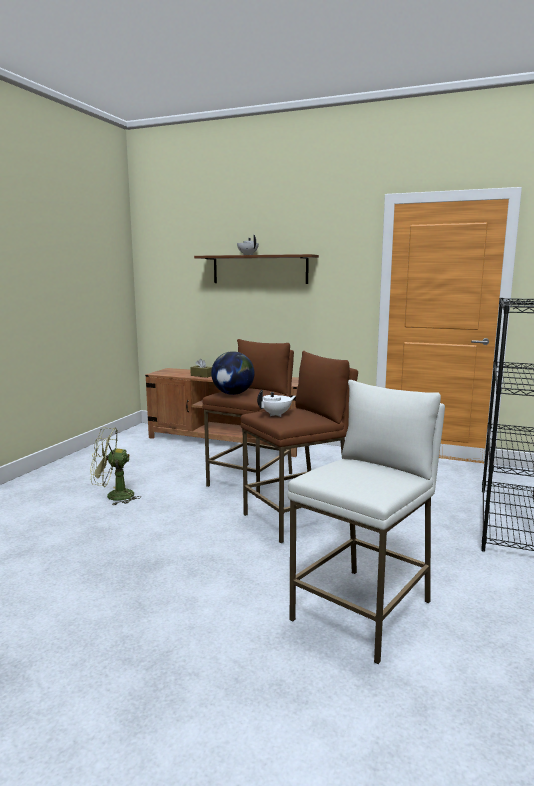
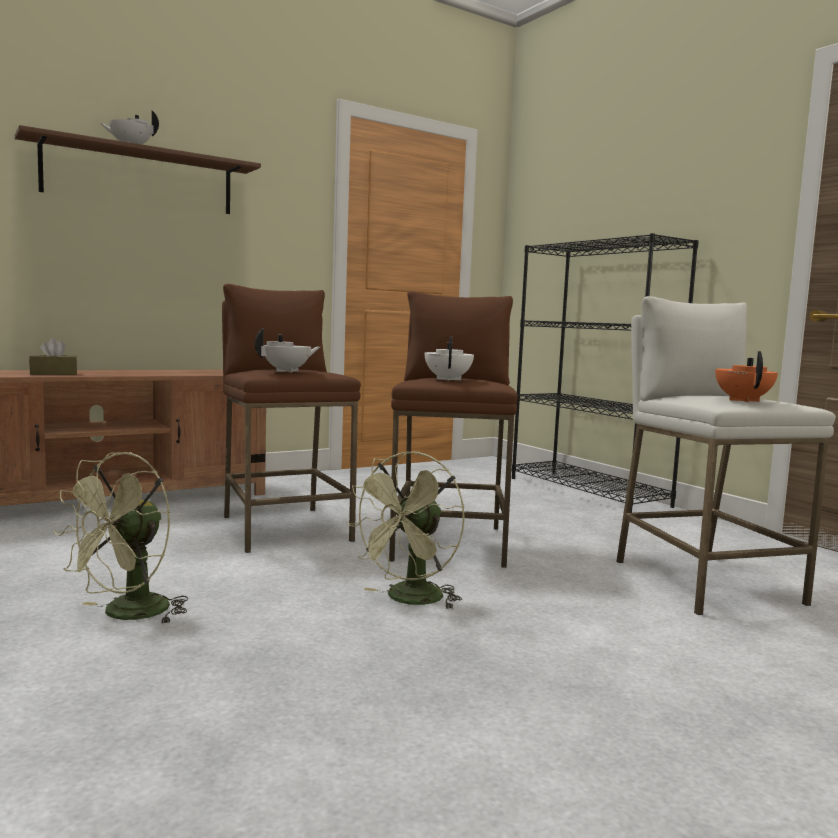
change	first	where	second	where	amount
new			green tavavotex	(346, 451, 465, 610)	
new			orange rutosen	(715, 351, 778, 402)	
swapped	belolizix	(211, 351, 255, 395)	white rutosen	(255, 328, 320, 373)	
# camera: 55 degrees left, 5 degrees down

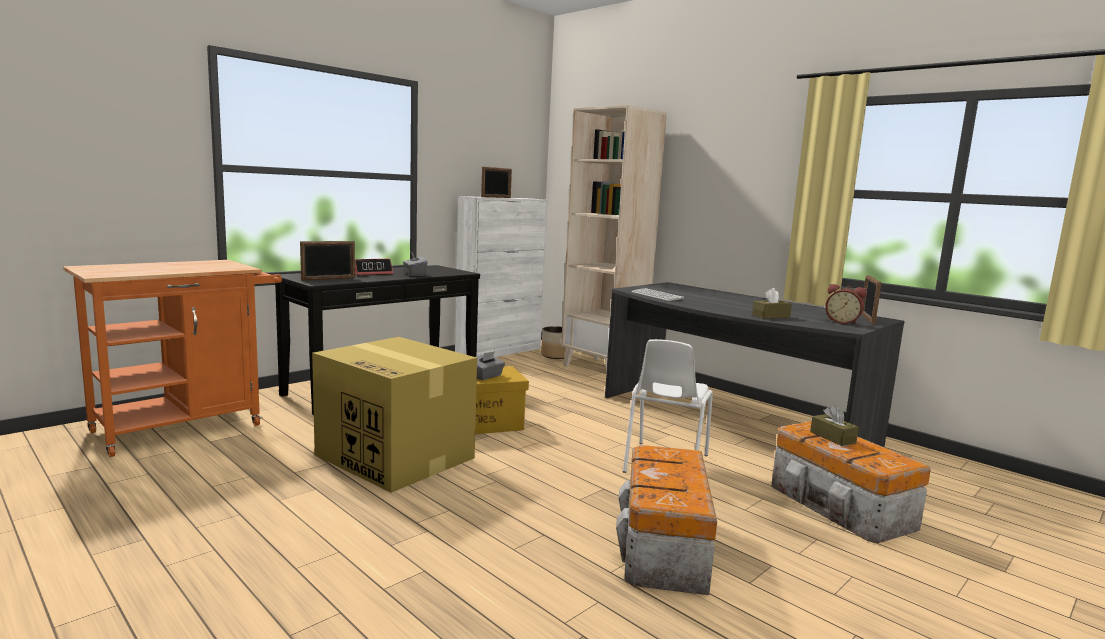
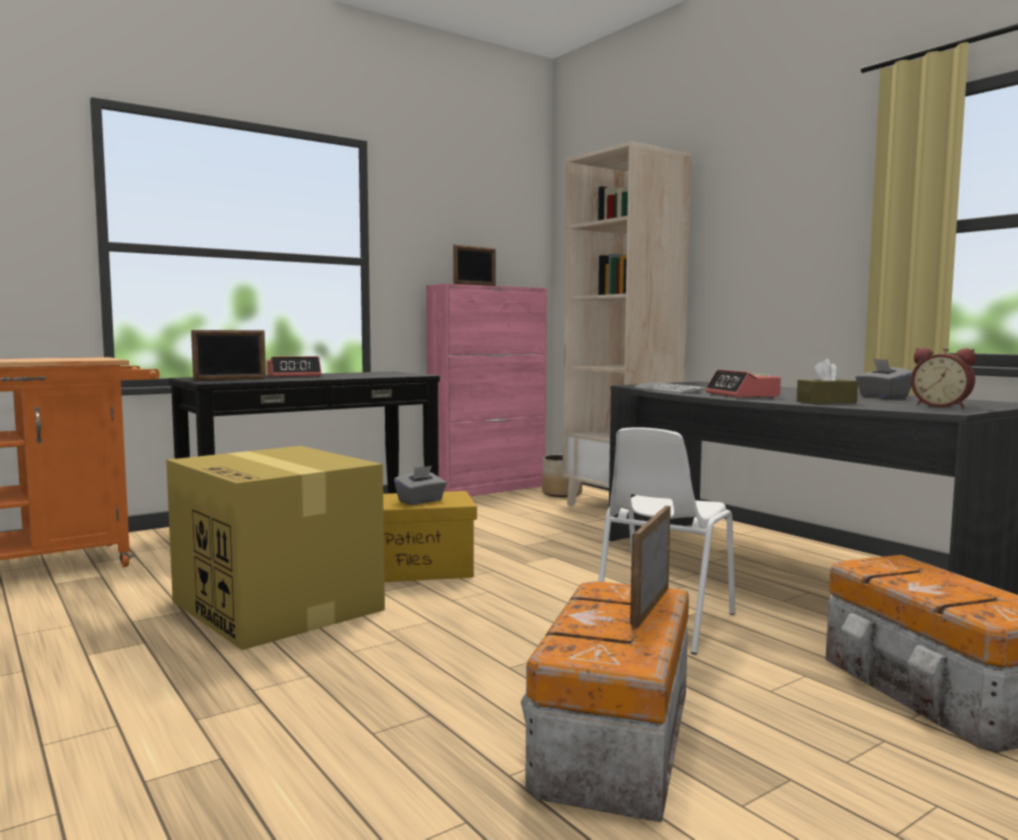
change	first	where	second	where	amount
gone	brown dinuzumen	(810, 405, 859, 446)			
new			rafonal	(706, 369, 781, 398)	
shifted	grey dinuzumen	(403, 252, 428, 276)		(855, 359, 912, 398)	
shifted	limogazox	(861, 275, 882, 325)		(630, 506, 671, 629)	
repainted	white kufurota	(455, 196, 548, 357)	pink kufurota	(426, 284, 547, 497)	
# camera: 10 degrees right, 5 degrees down

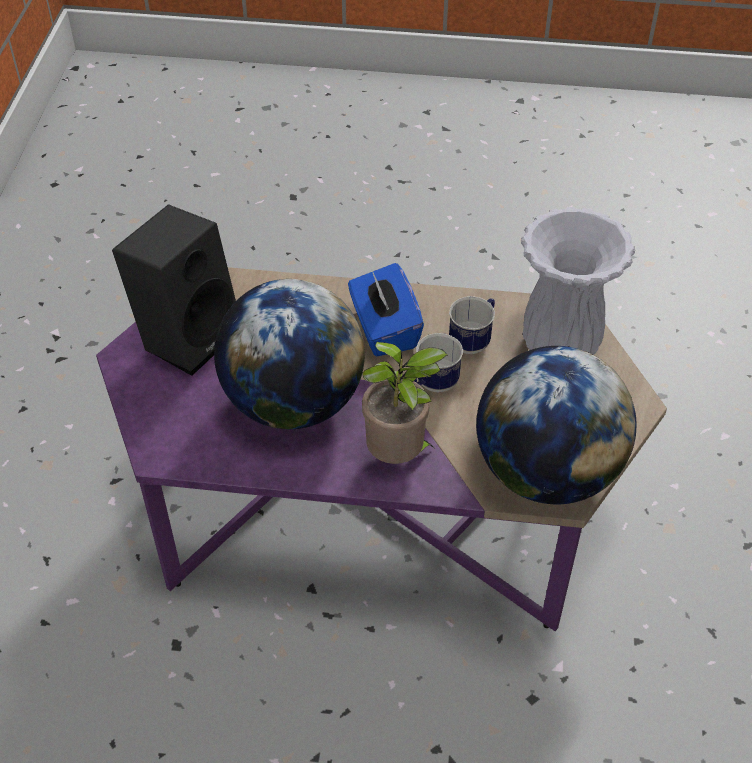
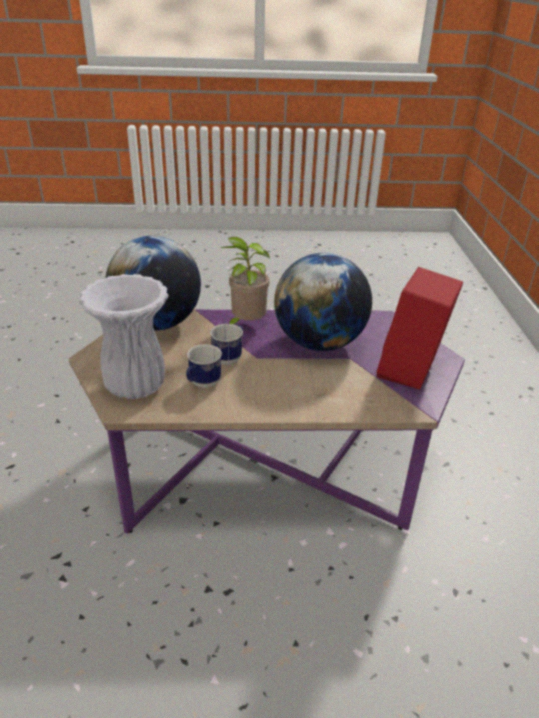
change	first	where	second	where	amount
gone	blue dinuzumen	(348, 263, 424, 356)			
repainted	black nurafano	(112, 204, 236, 376)	red nurafano	(377, 267, 463, 390)	
# camera: 170 degrees right, 15 degrees down

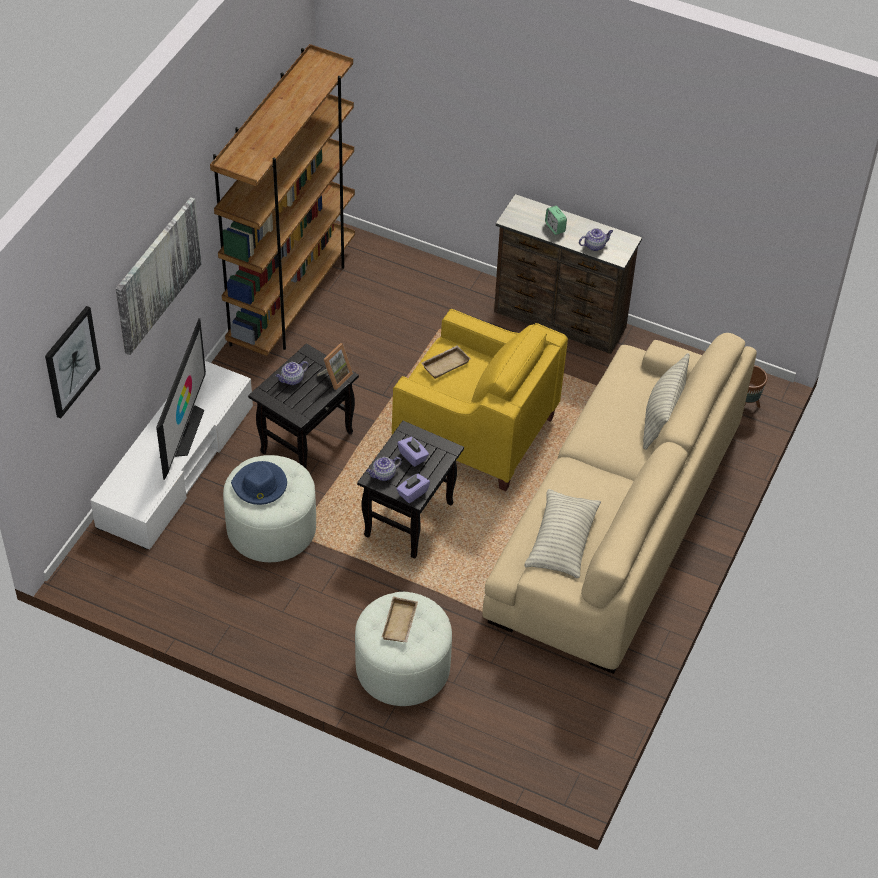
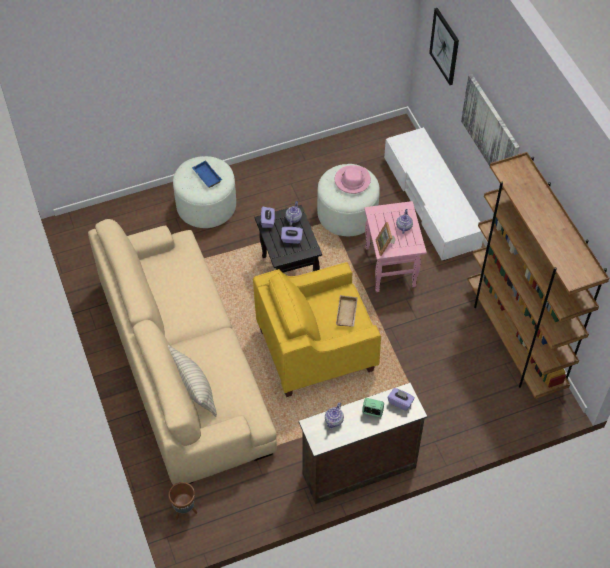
change	first	where	second	where	amount
gone	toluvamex	(156, 318, 206, 480)			
gone	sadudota	(525, 489, 601, 578)			
new			purple dinuzumen	(388, 388, 415, 411)	
repainted	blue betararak	(231, 461, 287, 505)	pink betararak	(335, 165, 371, 194)	
repainted	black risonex	(248, 343, 359, 469)	pink risonex	(364, 201, 427, 292)	
repainted	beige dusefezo	(382, 596, 418, 643)	blue dusefezo	(192, 160, 222, 188)	
# camera: 135 degrees right, 5 degrees up

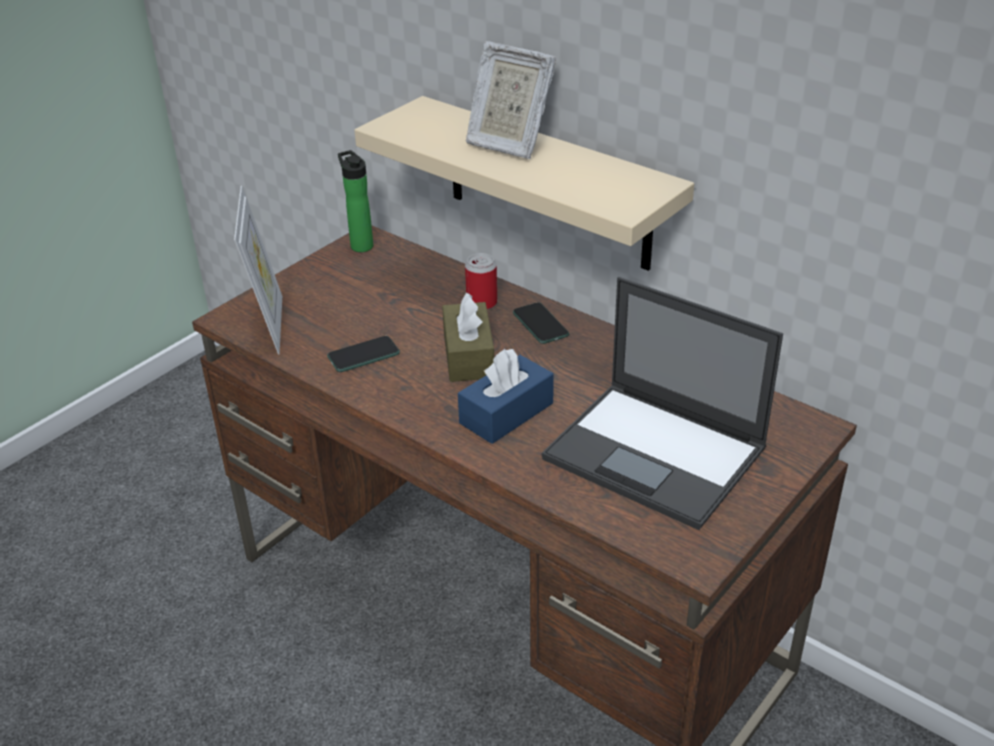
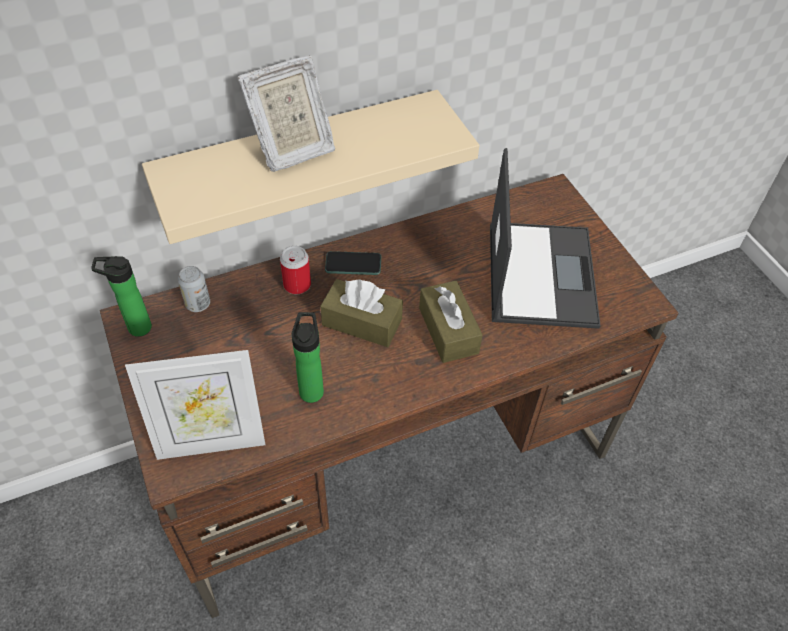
change	first	where	second	where	amount
new			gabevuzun	(178, 266, 210, 312)	
swapped	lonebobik	(327, 336, 400, 372)	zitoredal	(292, 312, 324, 403)	
repainted	blue dinuzumen	(458, 349, 554, 444)	brown dinuzumen	(419, 281, 483, 363)	
rotated	limogazox	(234, 186, 282, 355)		(125, 350, 265, 460)	150 degrees clockwise
rotated	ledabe	(542, 277, 783, 530)		(490, 148, 601, 329)	60 degrees counterclockwise
# camera: 65 degrees left, 15 degrees up

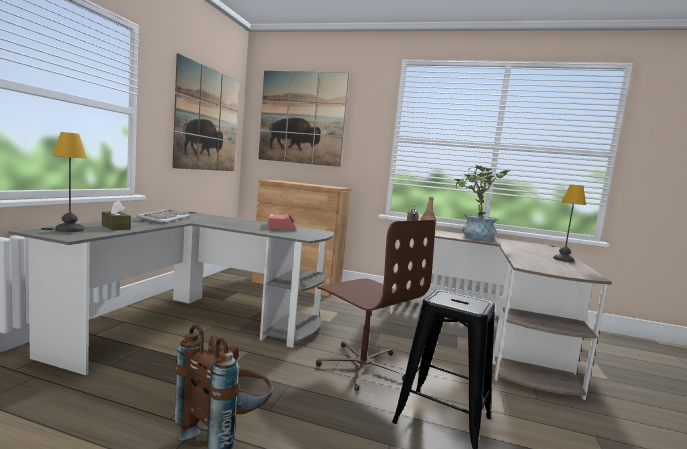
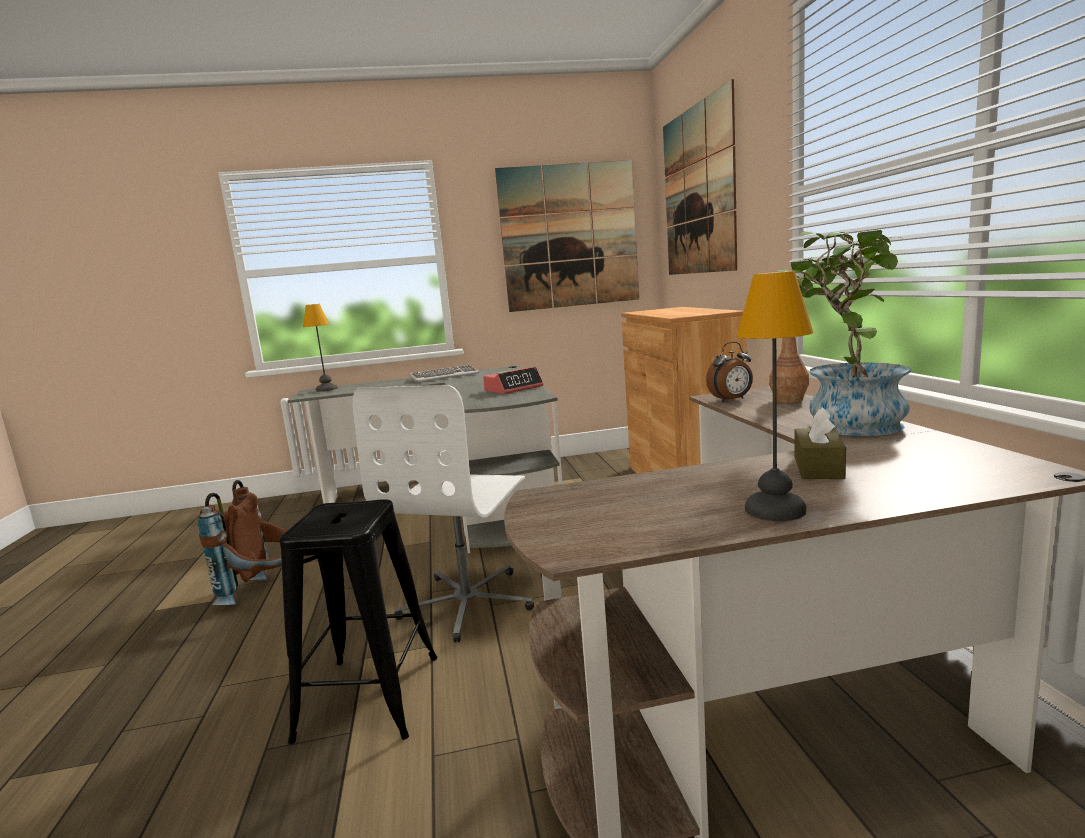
change	first	where	second	where	amount
shifted	brown dinuzumen	(102, 200, 131, 230)		(795, 407, 846, 479)	
repainted	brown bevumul	(316, 220, 435, 391)	white bevumul	(353, 385, 534, 643)	
# camera: 65 degrees right, 5 degrees up

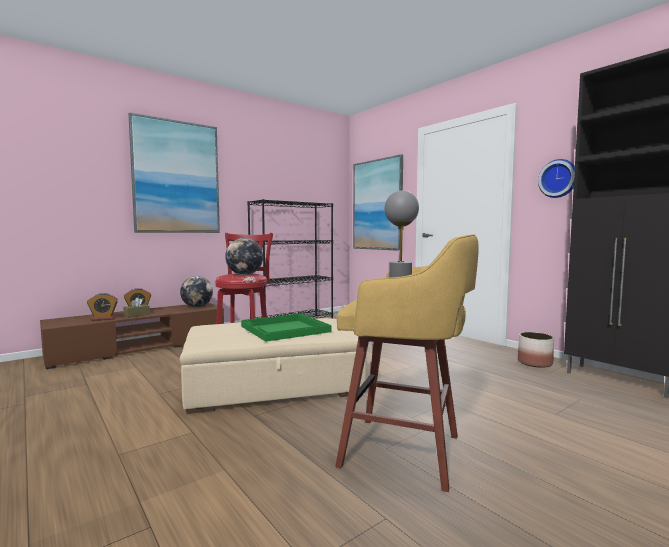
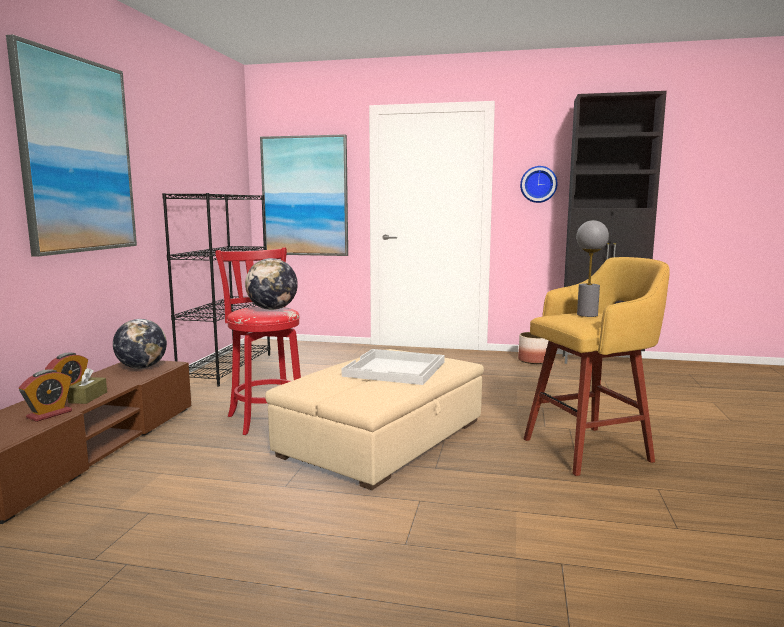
change	first	where	second	where	amount
repainted	green dusefezo	(241, 313, 332, 342)	white dusefezo	(342, 349, 445, 385)	
# camera: 40 degrees left, 5 degrees up

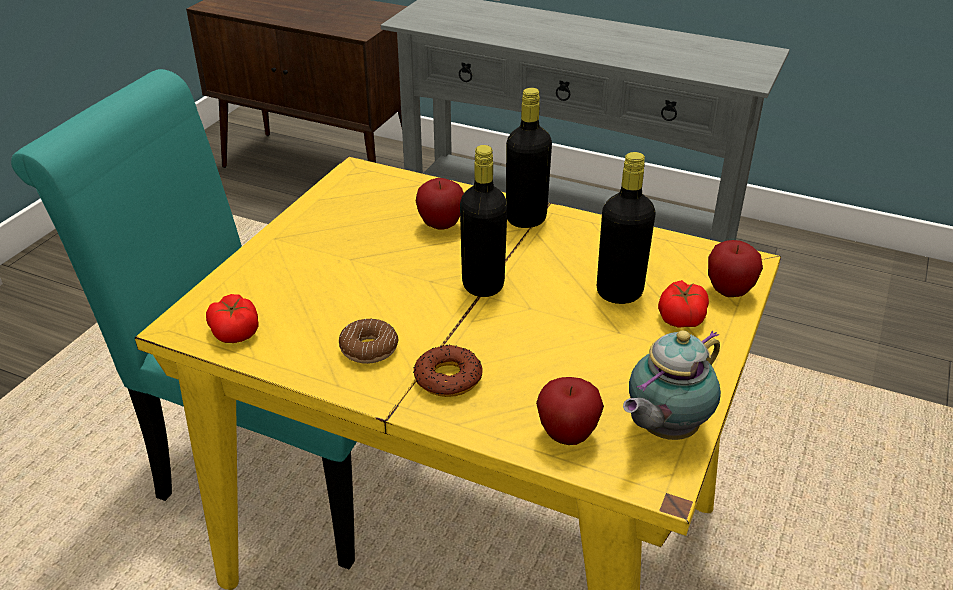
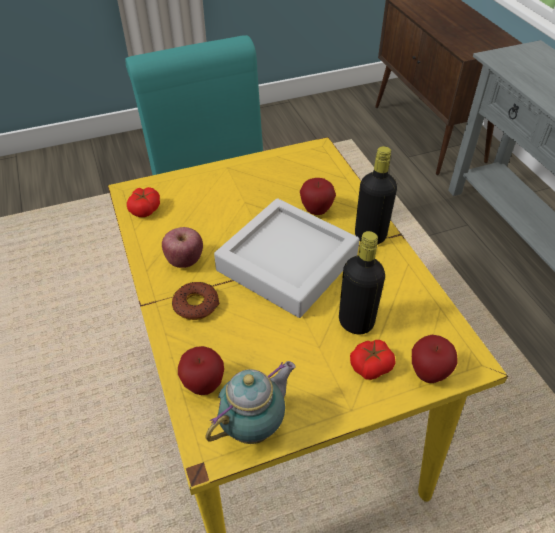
change	first	where	second	where	amount
swapped	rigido	(339, 319, 399, 364)	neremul	(162, 227, 203, 268)	
swapped	black zitoredal	(460, 145, 508, 297)	grey dusefezo	(214, 198, 360, 318)	
rotated	rutosen	(623, 330, 721, 440)		(205, 361, 296, 444)	135 degrees clockwise
# camera: 45 degrees right, 10 degrees up

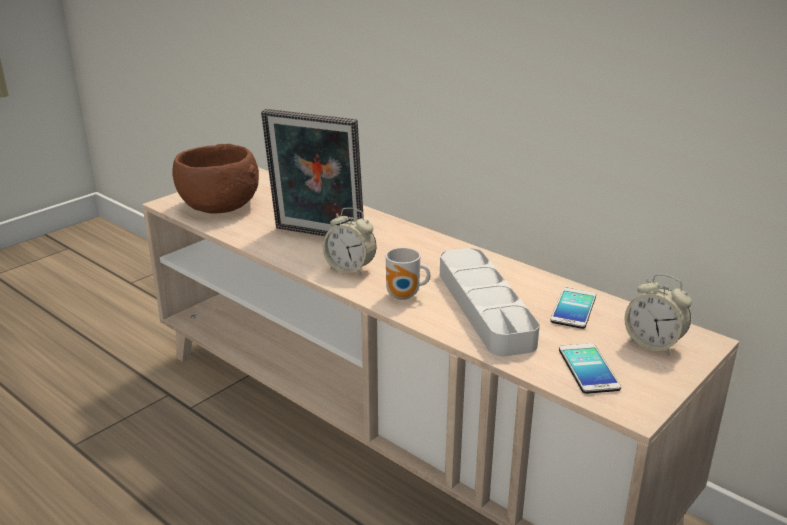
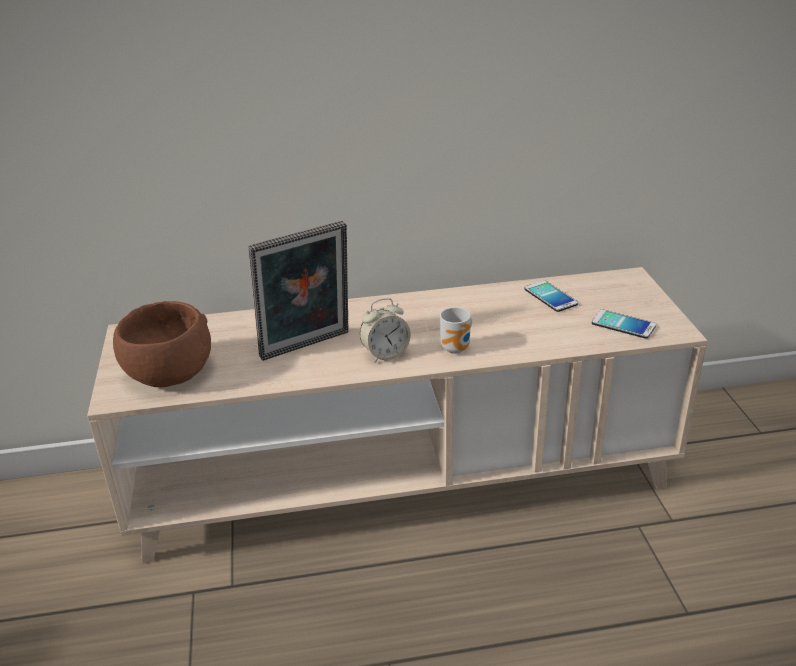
change	first	where	second	where	amount
gone	grey dusefezo	(440, 248, 540, 356)			
gone	rafonal	(624, 274, 692, 356)			
# camera: 50 degrees left, 5 degrees up

